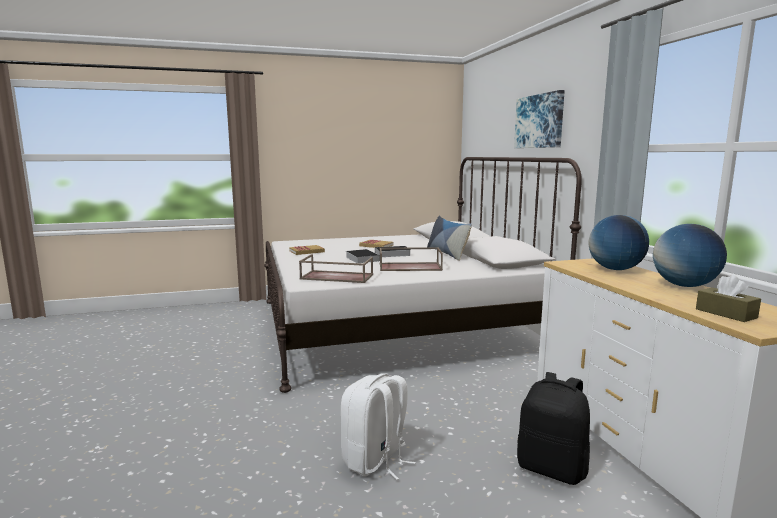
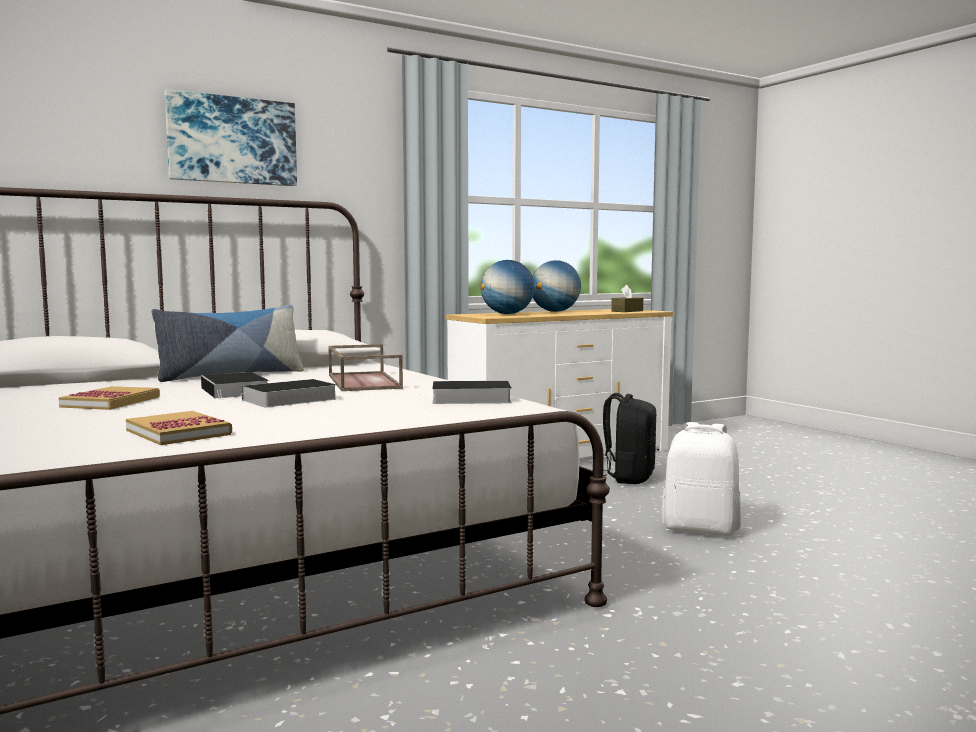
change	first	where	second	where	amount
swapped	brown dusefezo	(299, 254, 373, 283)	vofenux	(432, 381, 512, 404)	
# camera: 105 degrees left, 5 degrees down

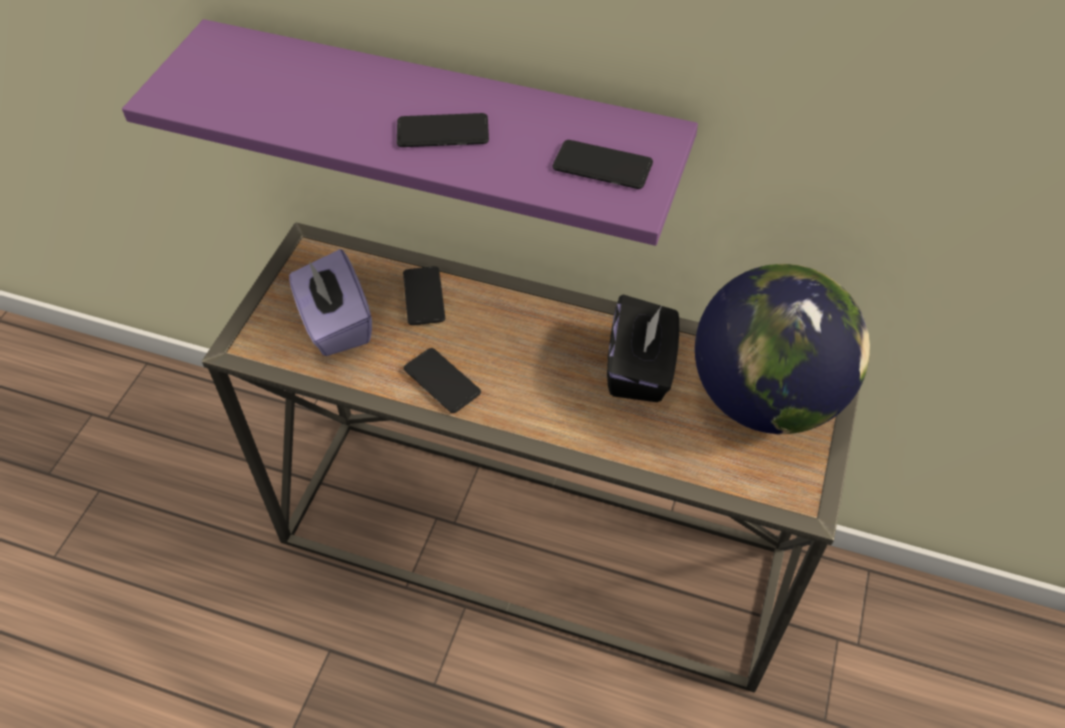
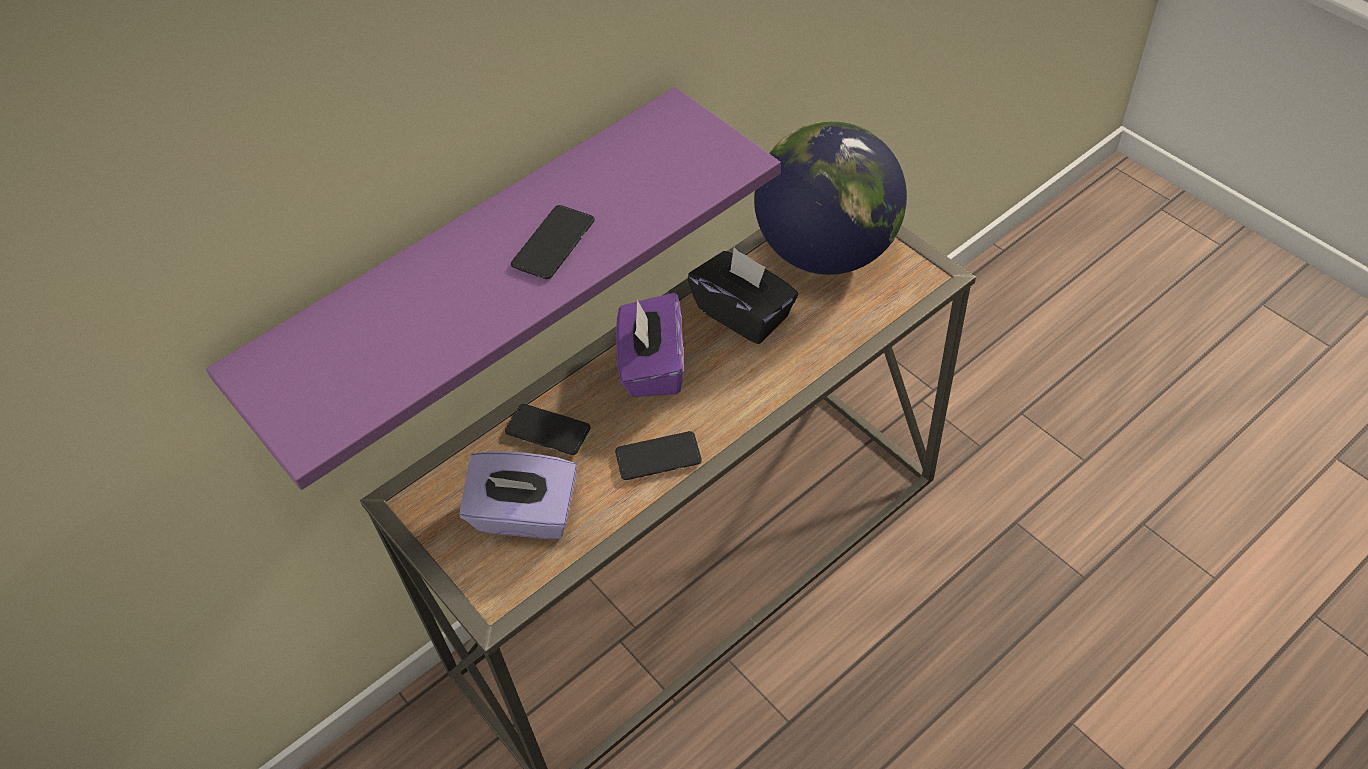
change	first	where	second	where	amount
gone	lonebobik	(553, 140, 653, 189)			
new			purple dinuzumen	(616, 293, 683, 397)	
# camera: 55 degrees left, 0 degrees up

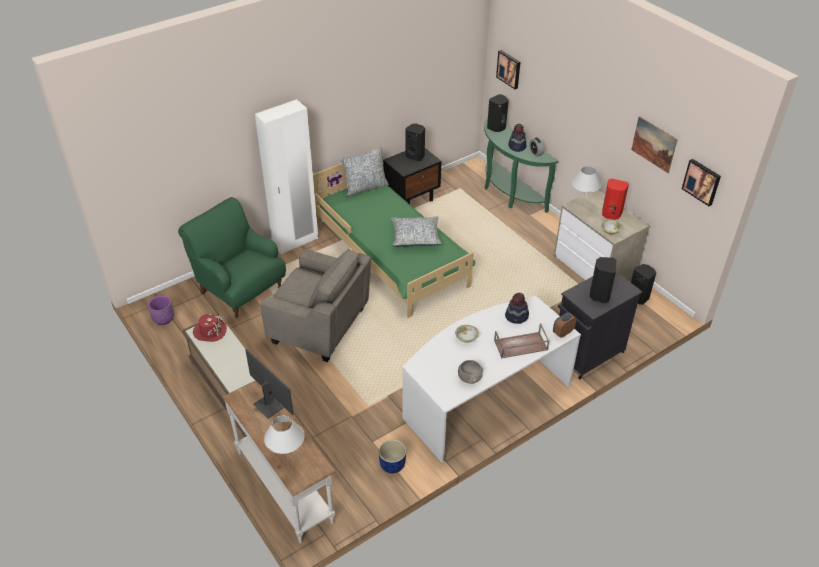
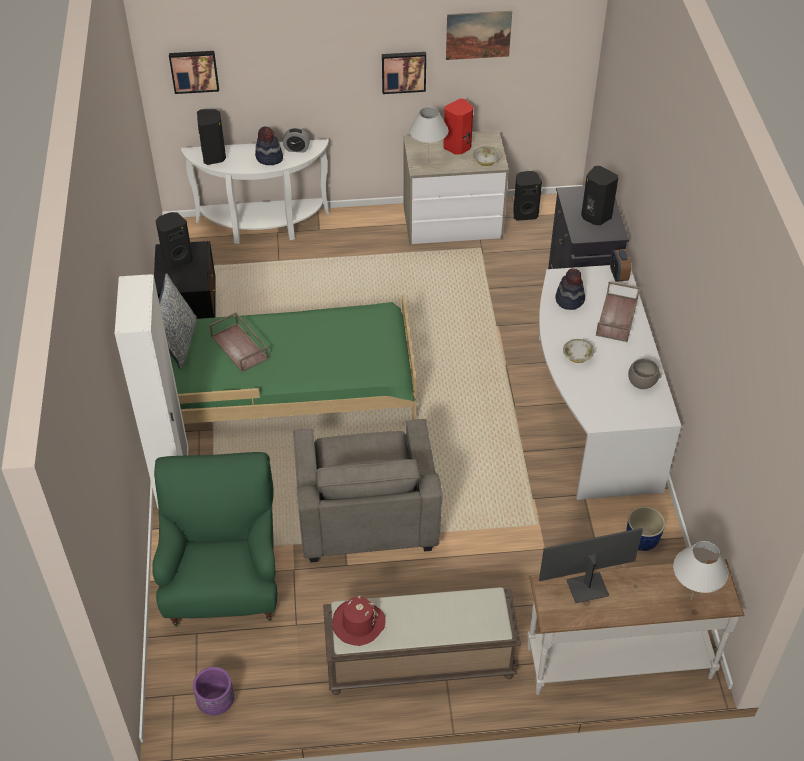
change	first	where	second	where	amount
gone	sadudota	(391, 216, 442, 247)			
new			brown dusefezo	(210, 312, 269, 372)	
shifted	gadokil	(682, 159, 721, 206)		(382, 52, 426, 94)	
repainted	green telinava	(484, 118, 558, 213)	white telinava	(181, 139, 329, 244)	
rotated	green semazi	(178, 197, 286, 318)		(152, 452, 277, 626)	105 degrees clockwise
rotated	grey semazi	(260, 249, 371, 362)		(293, 419, 442, 563)	120 degrees clockwise
# camera: 60 degrees left, 5 degrees up

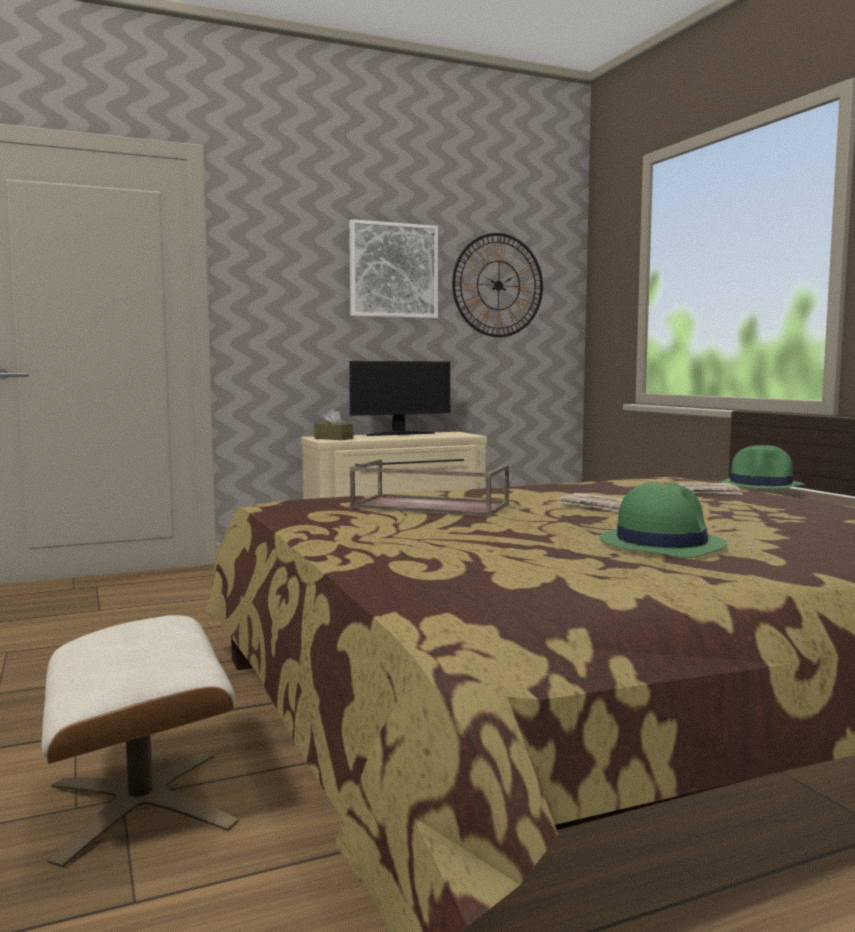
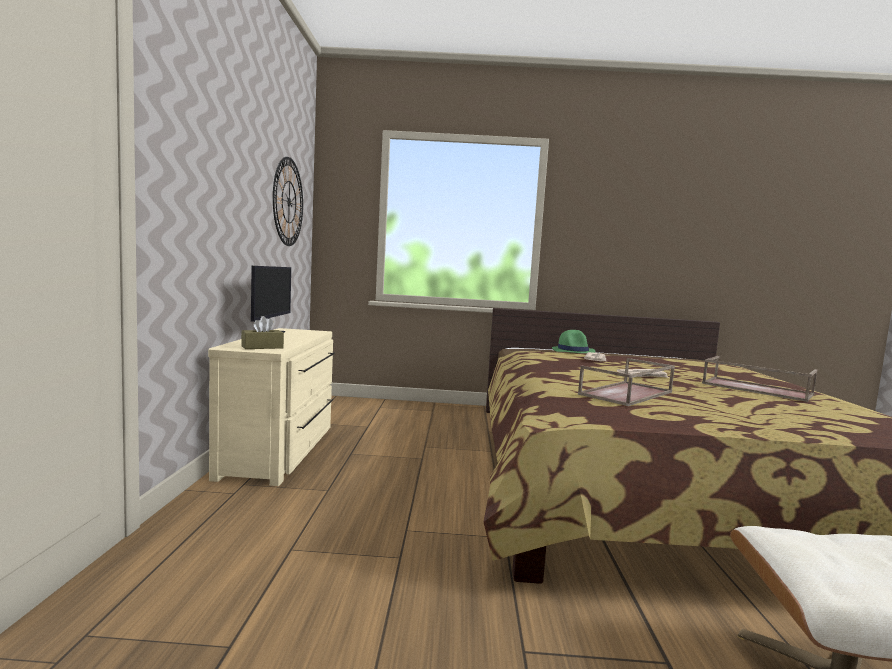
change	first	where	second	where	amount
gone	gadokil	(349, 219, 438, 318)			
swapped	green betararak	(599, 482, 727, 558)	brown dusefezo	(702, 356, 817, 402)	
# camera: 65 degrees left, 0 degrees up

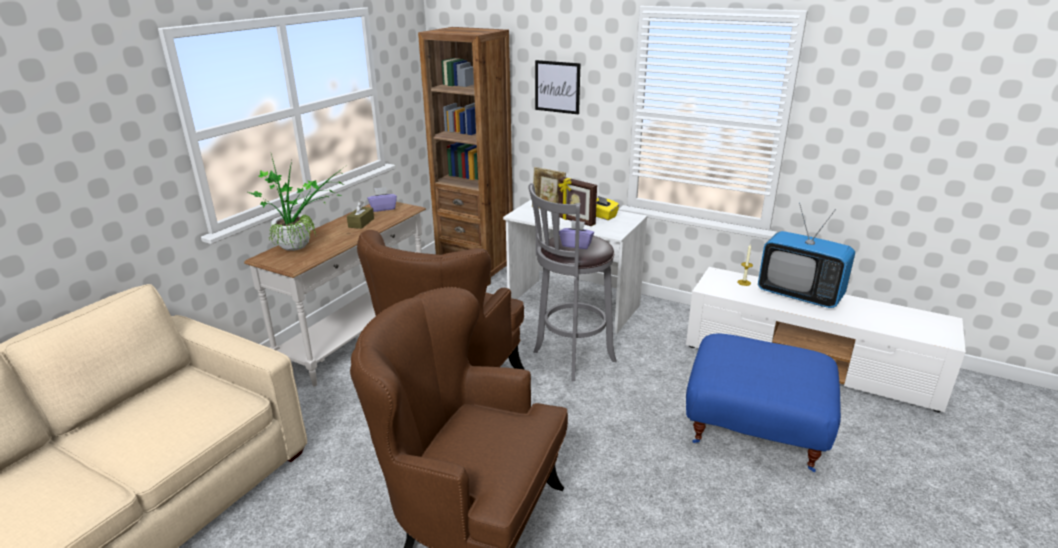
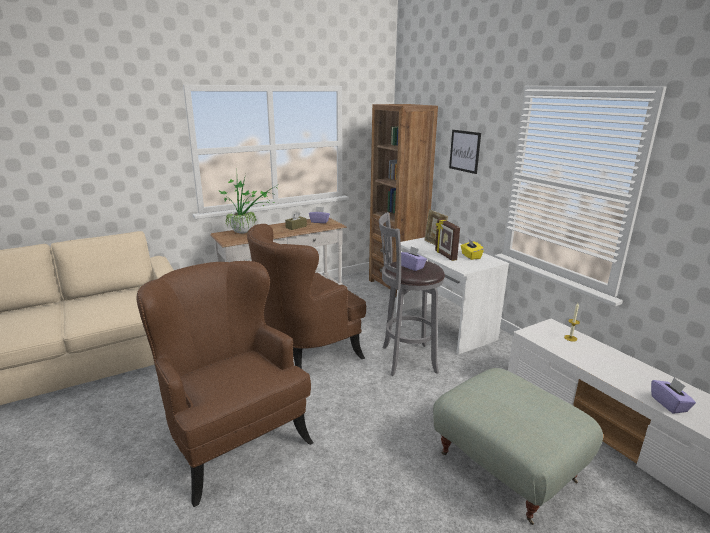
change	first	where	second	where	amount
gone	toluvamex	(758, 202, 855, 308)			
new			purple dinuzumen	(651, 377, 696, 414)	
repainted	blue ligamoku	(686, 334, 841, 472)	grey ligamoku	(433, 368, 603, 525)	
# camera: 30 degrees right, 5 degrees down

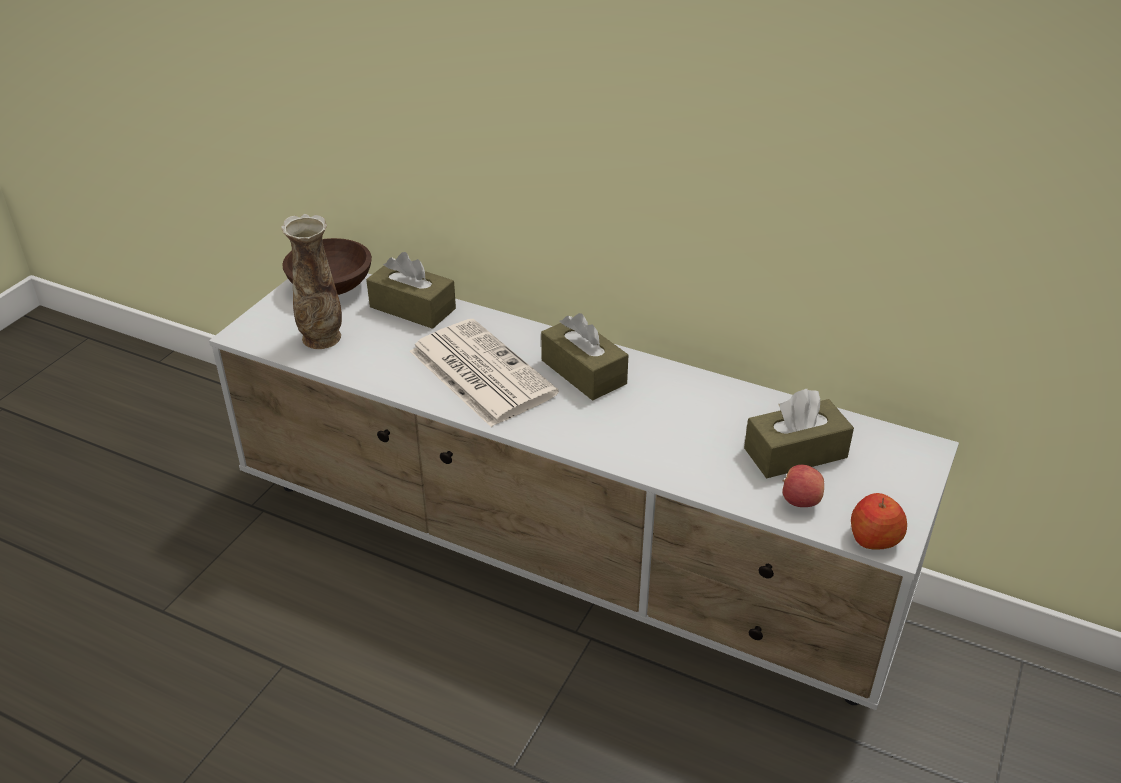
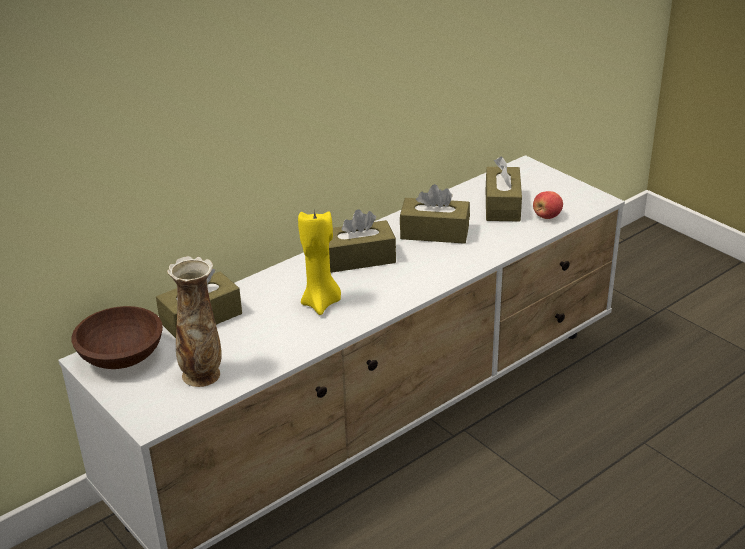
change	first	where	second	where	amount
gone	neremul	(851, 493, 907, 550)			
new			brown dinuzumen	(400, 184, 470, 244)	
swapped	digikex	(410, 319, 559, 427)	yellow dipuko	(298, 209, 341, 315)	
# camera: 65 degrees left, 5 degrees down

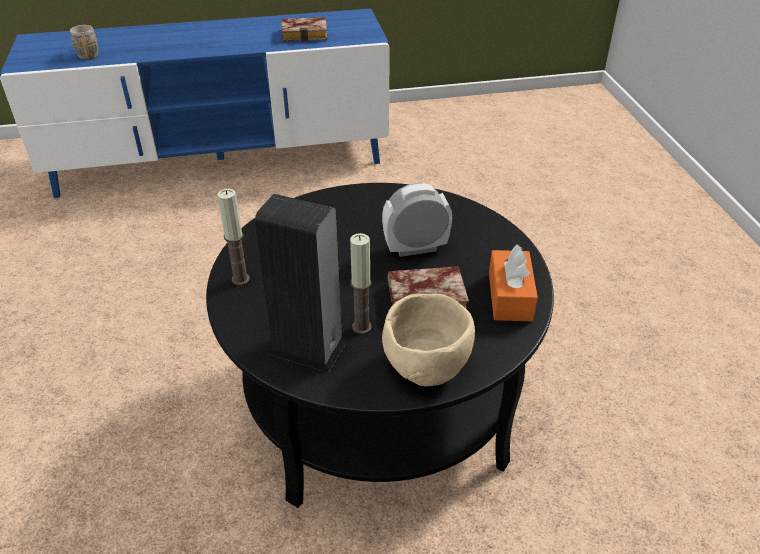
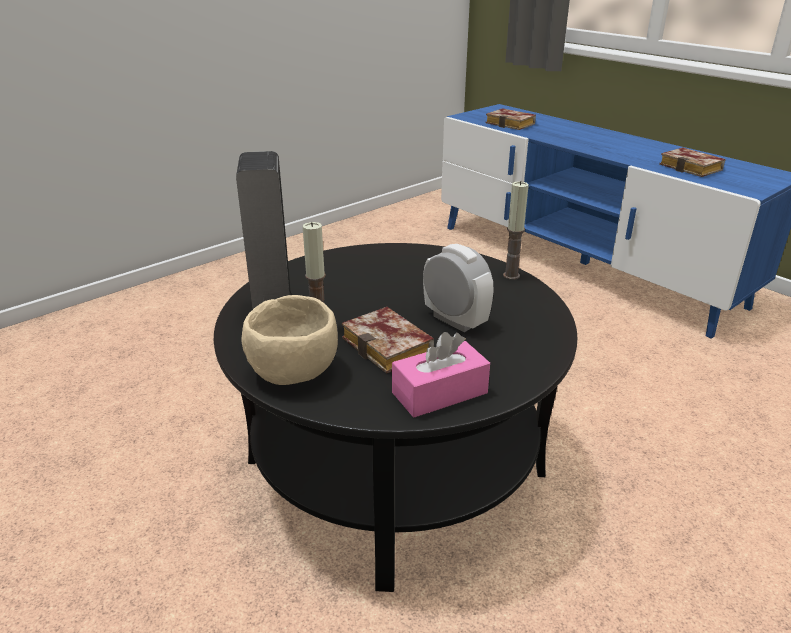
change	first	where	second	where	amount
shifted	dipuko	(218, 189, 250, 285)		(503, 181, 529, 280)	
swapped	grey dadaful	(70, 25, 98, 60)	vofenux	(485, 108, 536, 130)	
repainted	orange dinuzumen	(489, 244, 538, 321)	pink dinuzumen	(392, 332, 490, 417)	
# camera: 60 degrees right, 10 degrees down

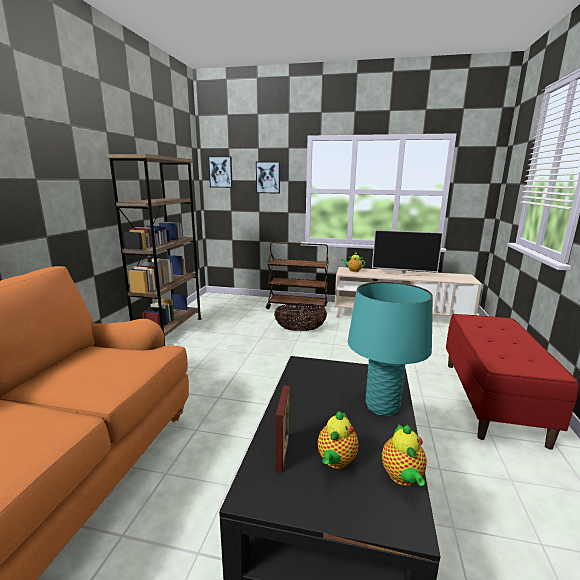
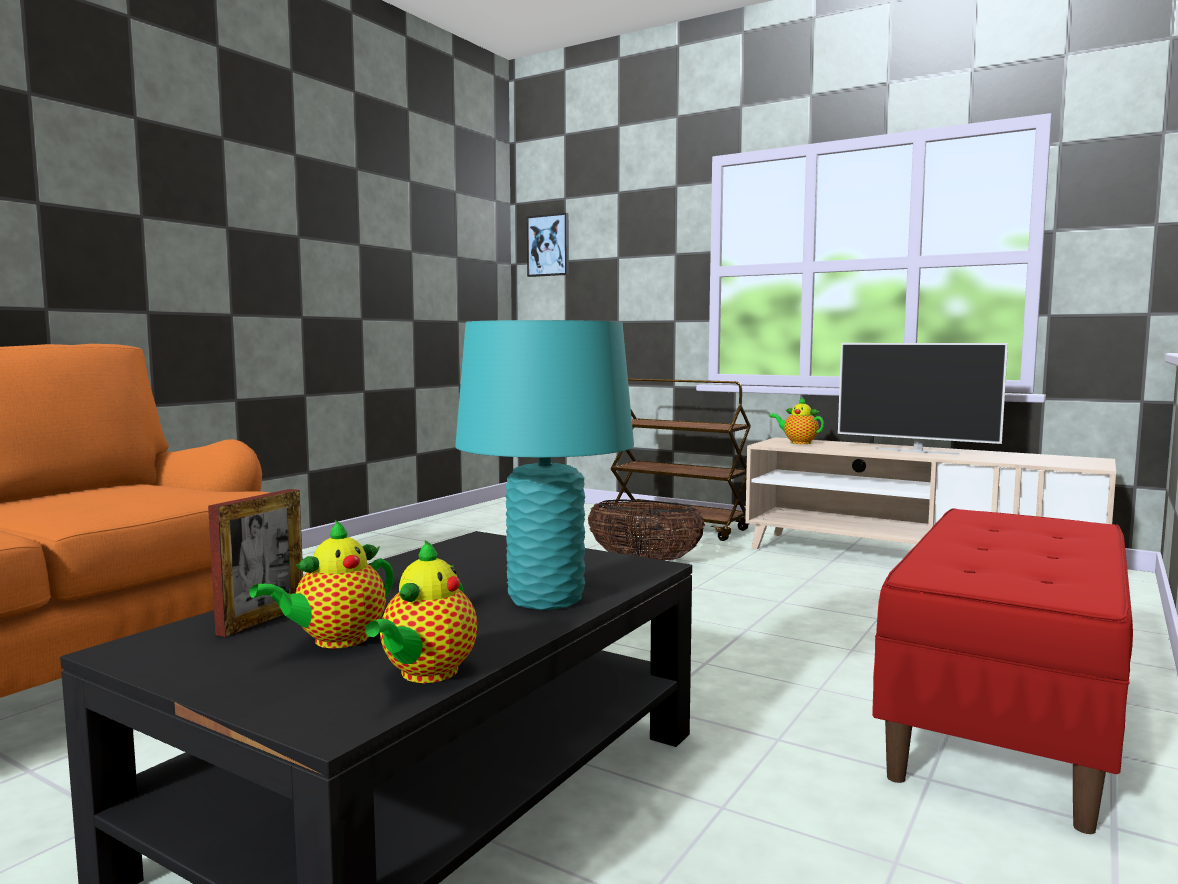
change	first	where	second	where	amount
gone	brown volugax	(106, 154, 202, 346)			
gone	gadokil	(256, 162, 280, 194)			
# camera: 20 degrees right, 10 degrees down

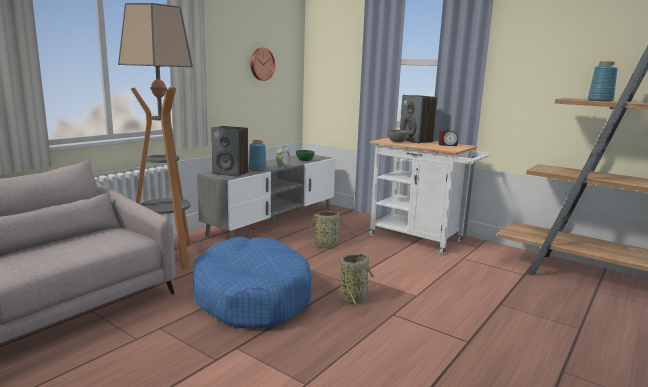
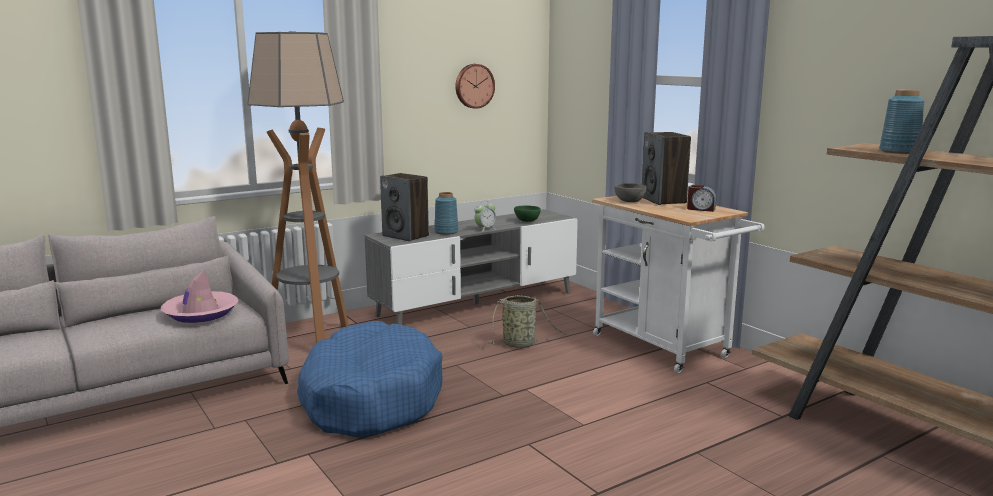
change	first	where	second	where	amount
gone	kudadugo	(336, 253, 374, 309)			
new			pink betararak	(161, 270, 238, 323)	
# camera: 20 degrees right, 0 degrees up

